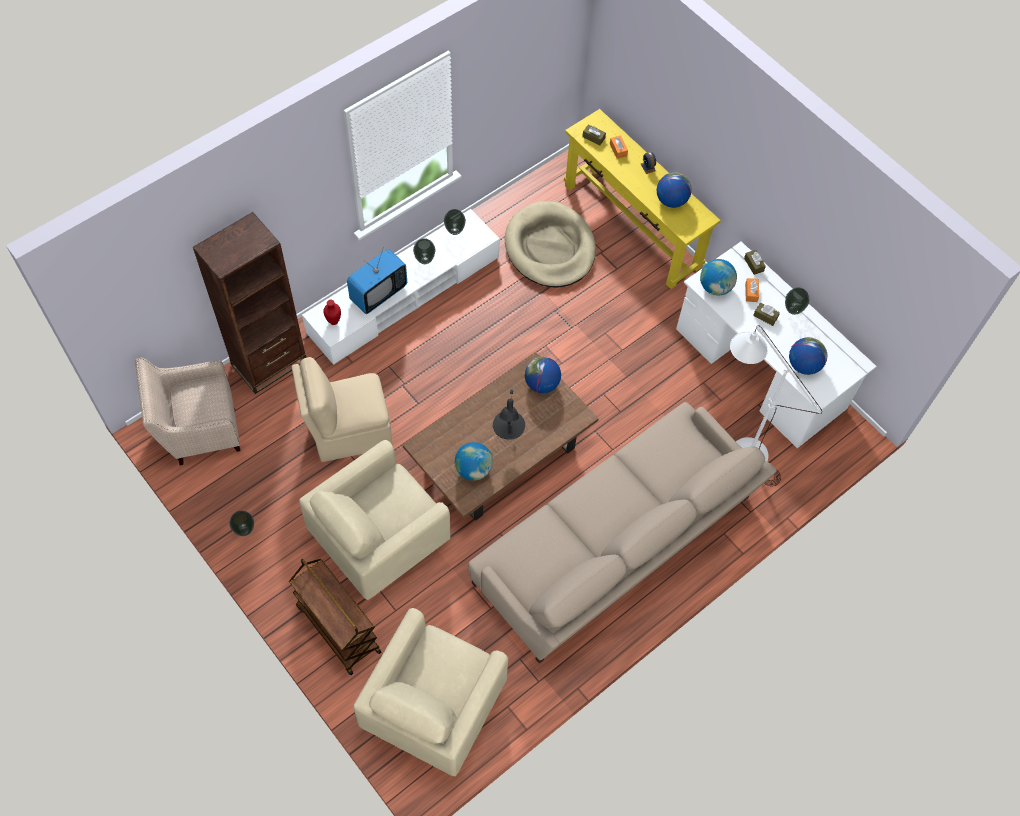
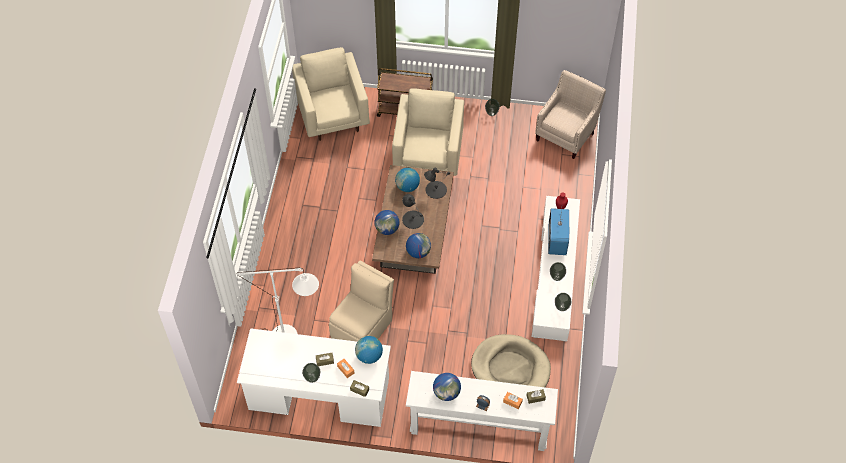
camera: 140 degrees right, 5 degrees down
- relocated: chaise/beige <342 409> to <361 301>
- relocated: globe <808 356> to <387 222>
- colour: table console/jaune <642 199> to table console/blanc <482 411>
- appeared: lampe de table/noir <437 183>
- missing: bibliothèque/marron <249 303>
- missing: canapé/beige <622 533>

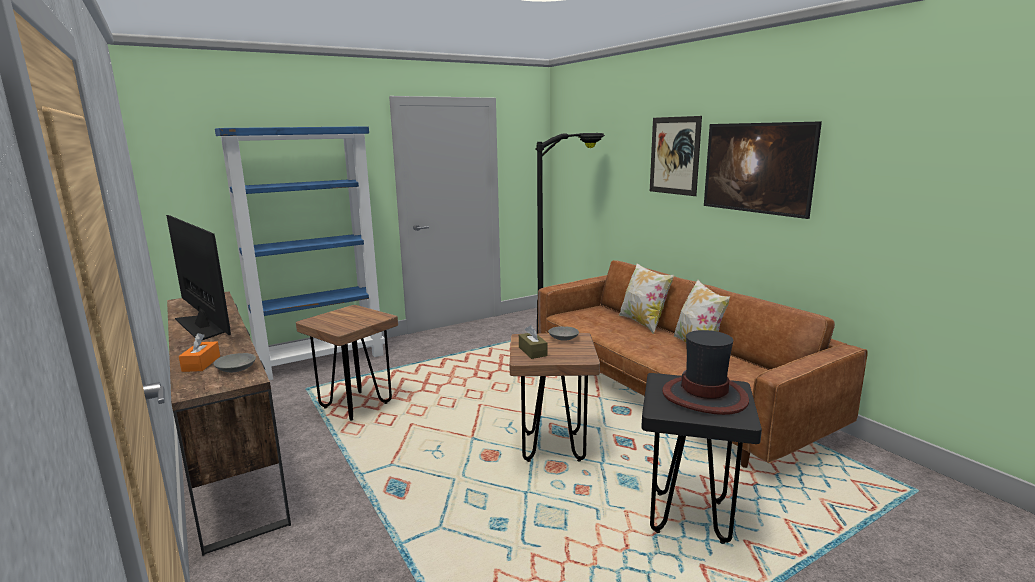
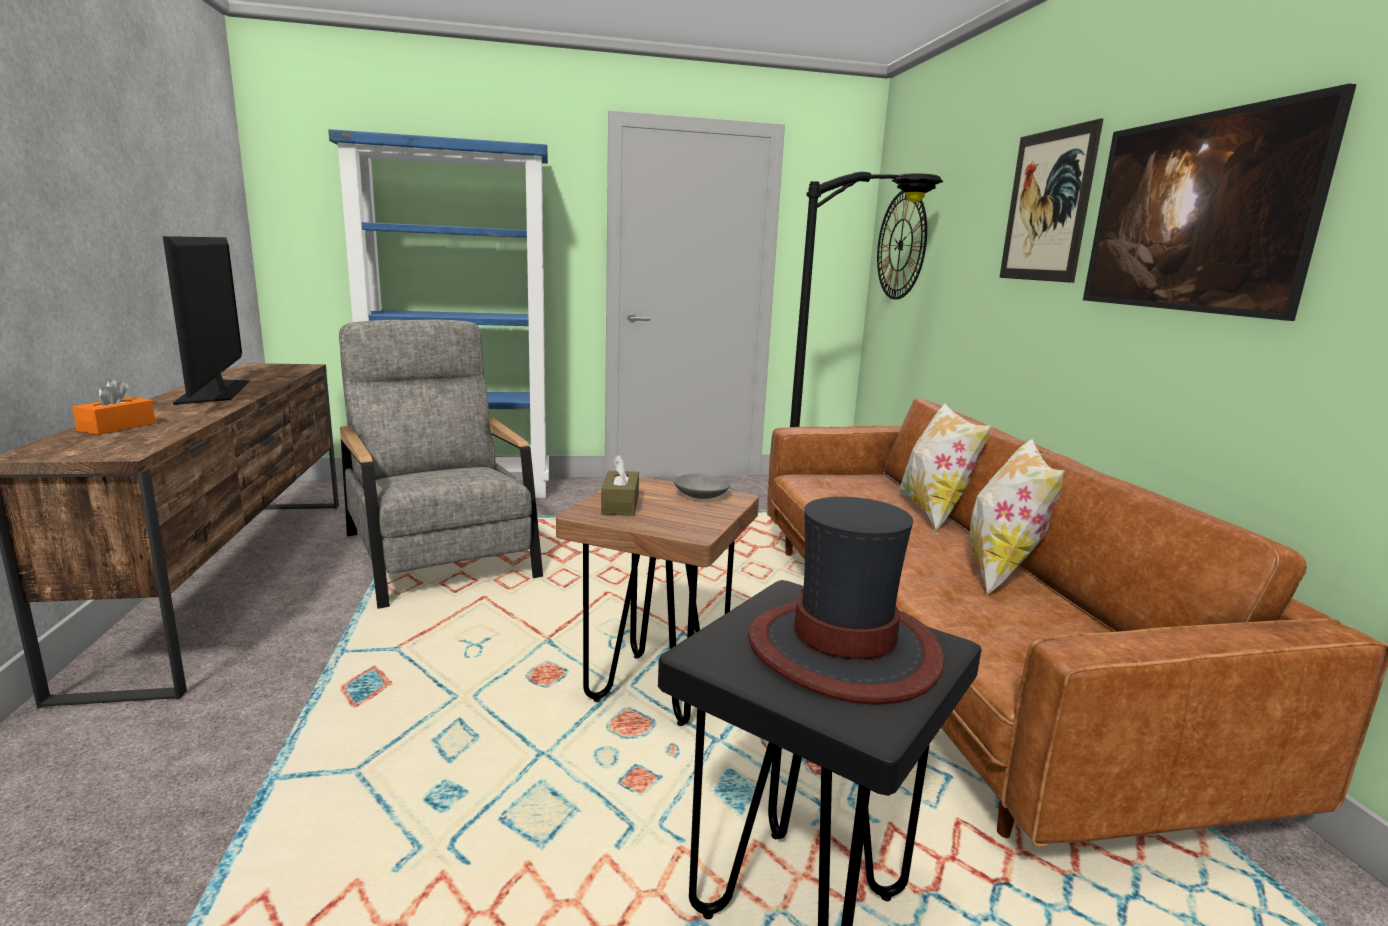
camera: 20 degrees right, 0 degrees up
- exchanged: tabouret/marron <347 363> to fauteuil/gris <441 464>
- appeared: horloge murale <902 245>
- missing: bol/gris <235 362>

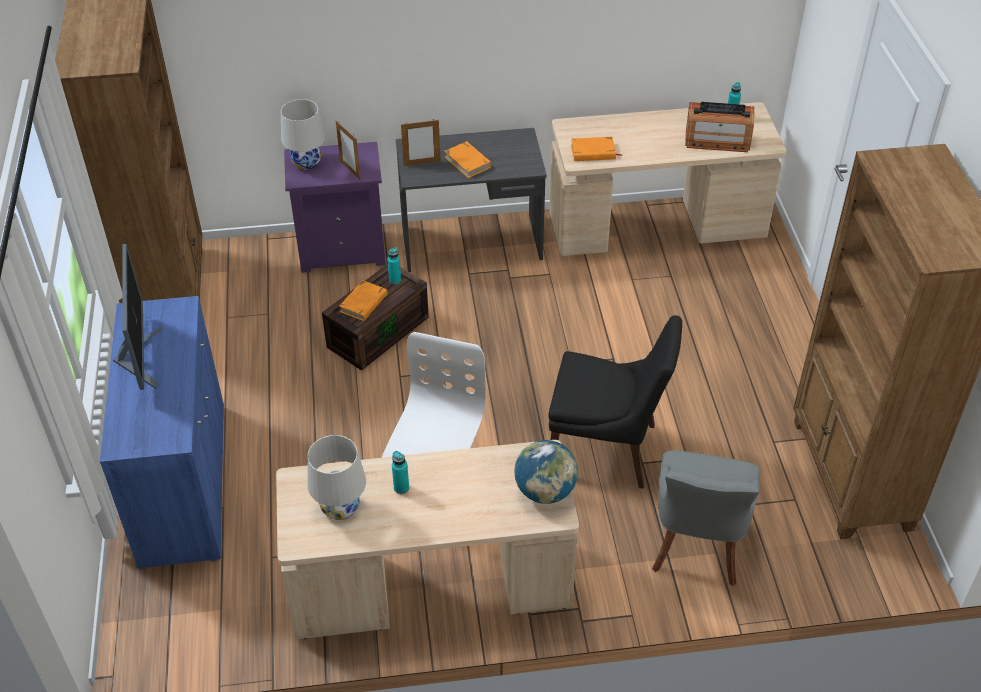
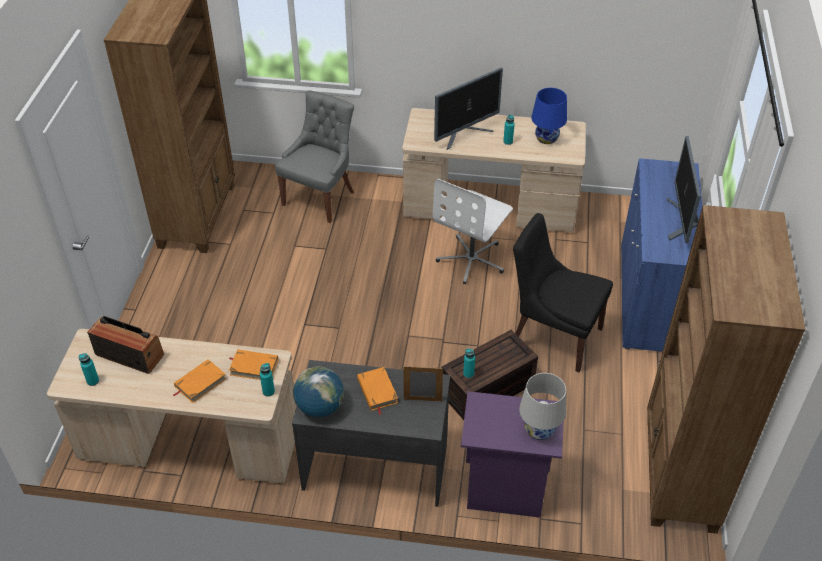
camera: 165 degrees left, 0 degrees up
- relocated: livre/orange <363 300> to <199 381>
- appeared: bouteille/turquoise <267 380>
- relocated: globe <546 472> to <318 392>
- appeared: écran d'ordinateur <468 109>
- relocated: chaise/noir <615 402> to <563 292>
- colour: lampe de table/blanc <336 477> to lampe de table/bleu <549 116>
- missing: cadre photo <348 150>

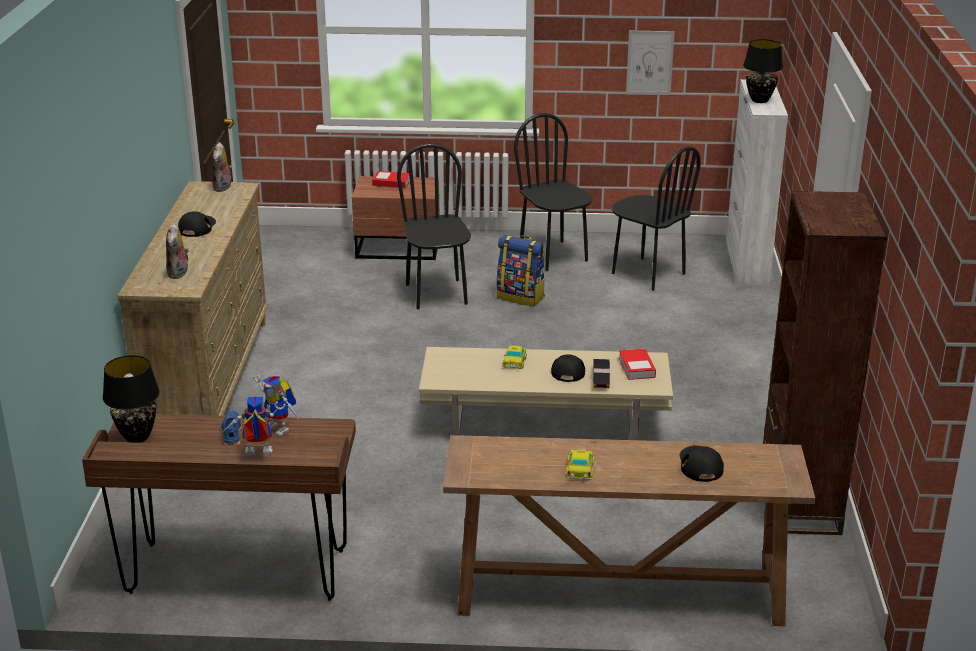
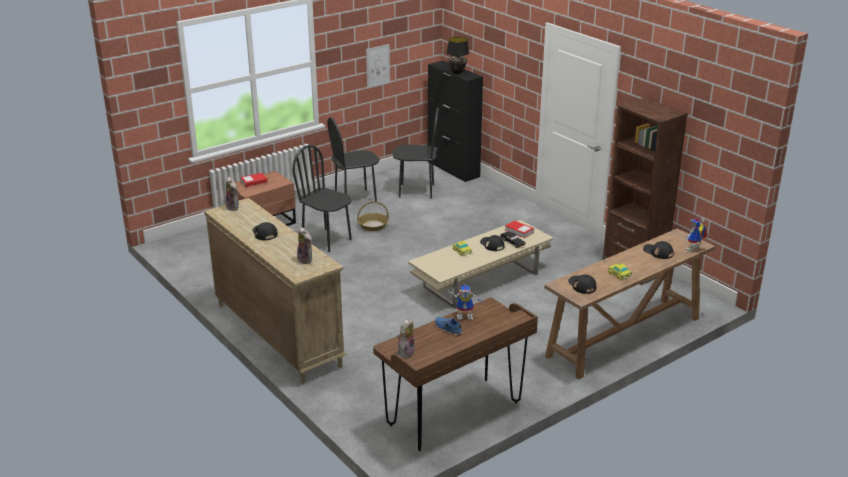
camera: 40 degrees left, 0 degrees up
- spun: chaise/noir <553 192> = <353 162> 45 degrees counterclockwise
- exchanged: sac à dos <520 270> to panier <373 216>
- exchanged: lampe de table/noir <131 399> to peluche <406 339>
- colour: meuble de rangement/blanc <757 182> to meuble de rangement/noir <455 121>
- appeared: casquette/noir <582 284>
- relocated: robot jouet <254 425> to <696 235>

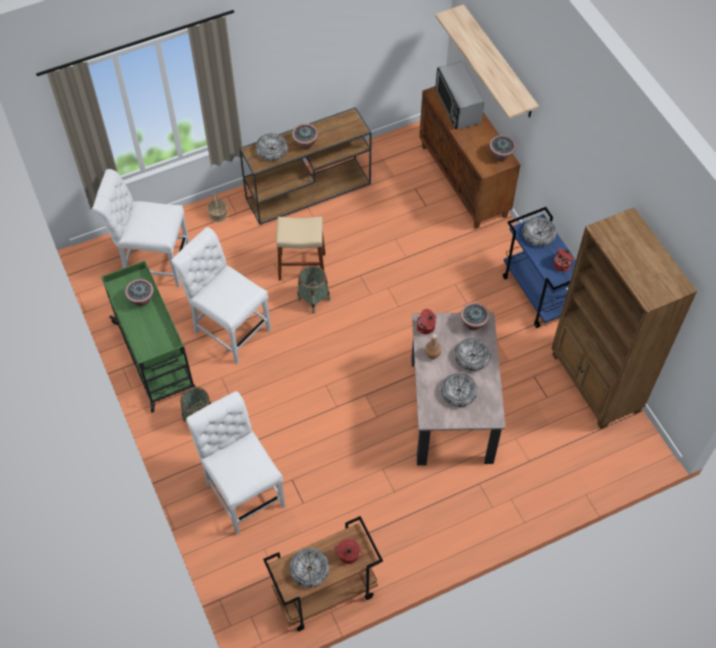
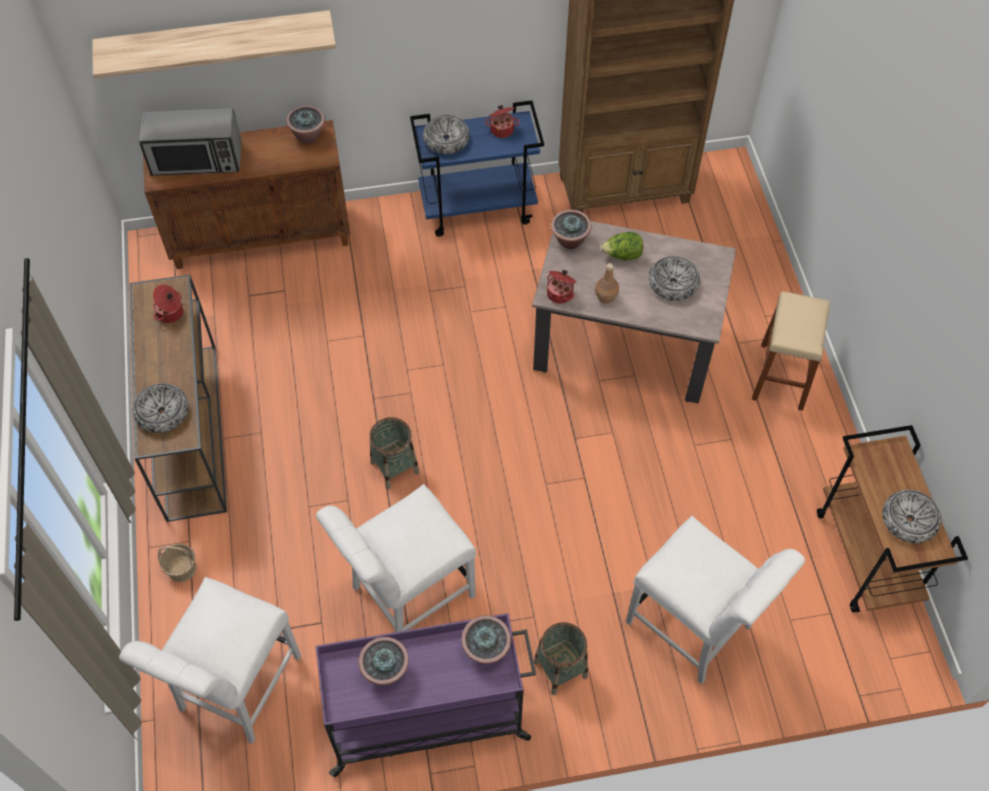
camera: 75 degrees left, 0 degrees up
- relocated: marmite <348 551> to <168 304>
- colour: chariot/vert <148 337> to chariot/violet <425 695>
- relocated: plante en pot <305 136> to <486 639>
- exchanged: bol <472 354> to laitue <621 246>
- spun: chaise/blanc <235 463> = <715 600> 120 degrees counterclockwise
- relocated: tabouret/beige <300 249> to <791 351>

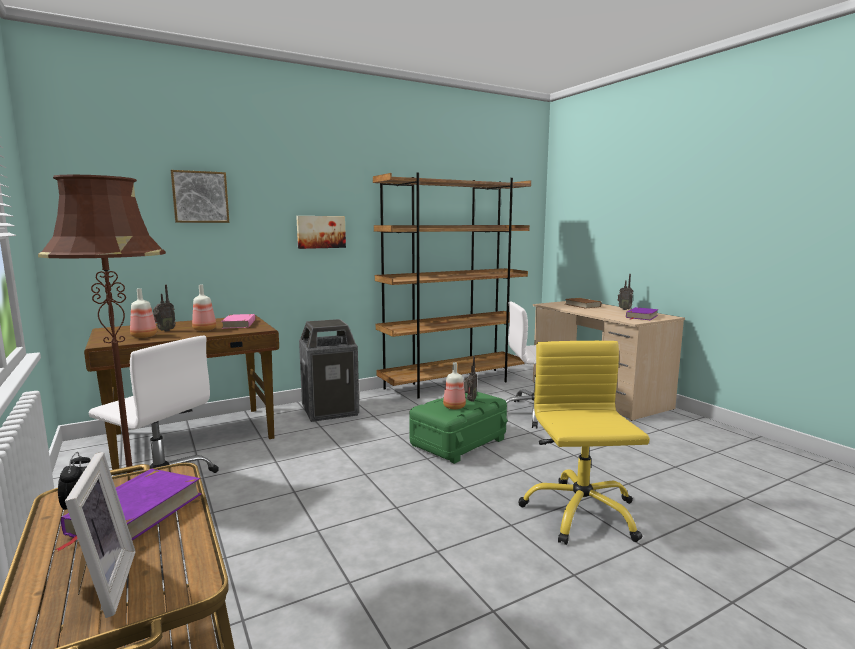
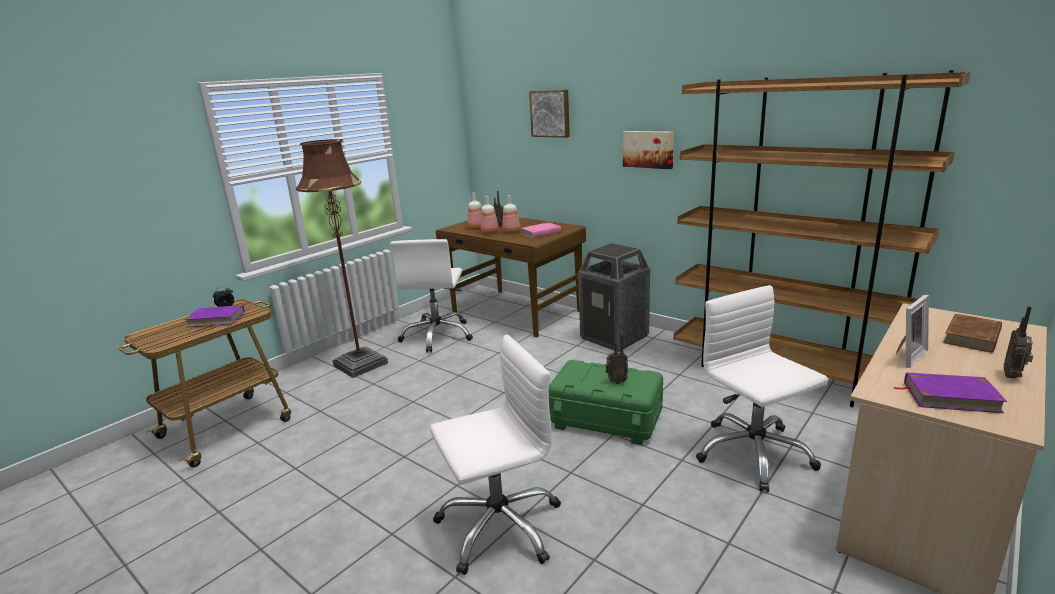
camera: 70 degrees right, 10 degrees up
- colour: chaise de bureau/jaune <584 443> to chaise de bureau/blanc <495 454>
- relocated: bouteille <454 386> to <490 215>
- relocated: cadre photo <100 535> to <912 331>

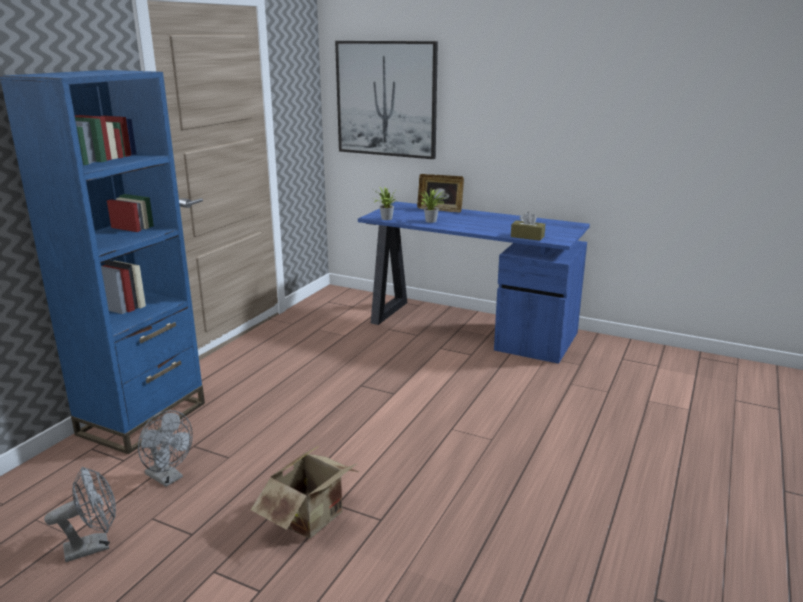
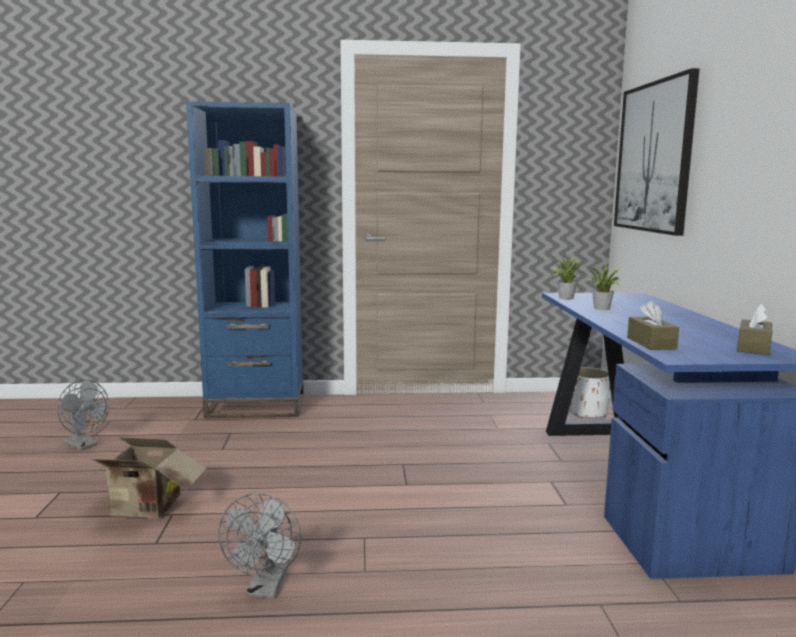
camera: 60 degrees right, 10 degrees down
- relocated: ventilateur/gris <165 448> to <259 545>
- appeared: cache-pot/blanc <589 392>
- appeared: boîte à mouchoirs/marron <754 329>
- missing: cadre photo <440 193>

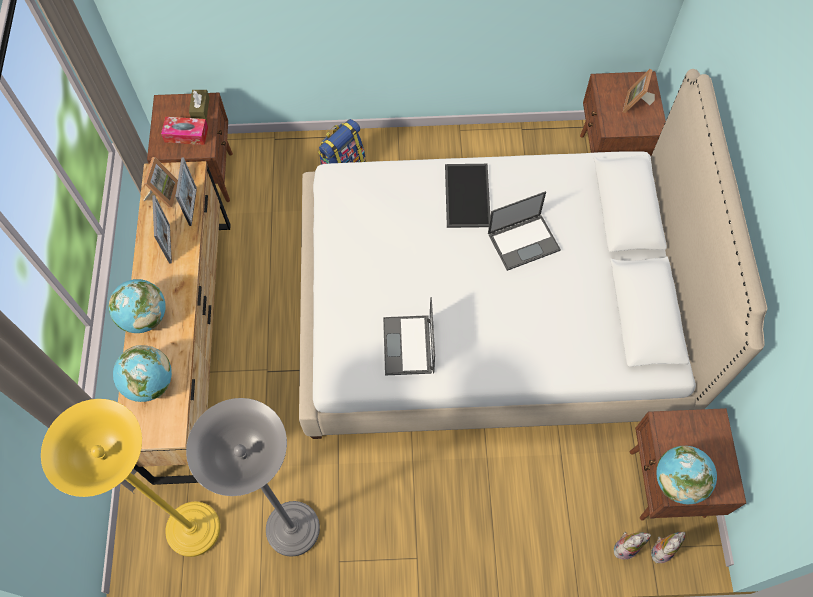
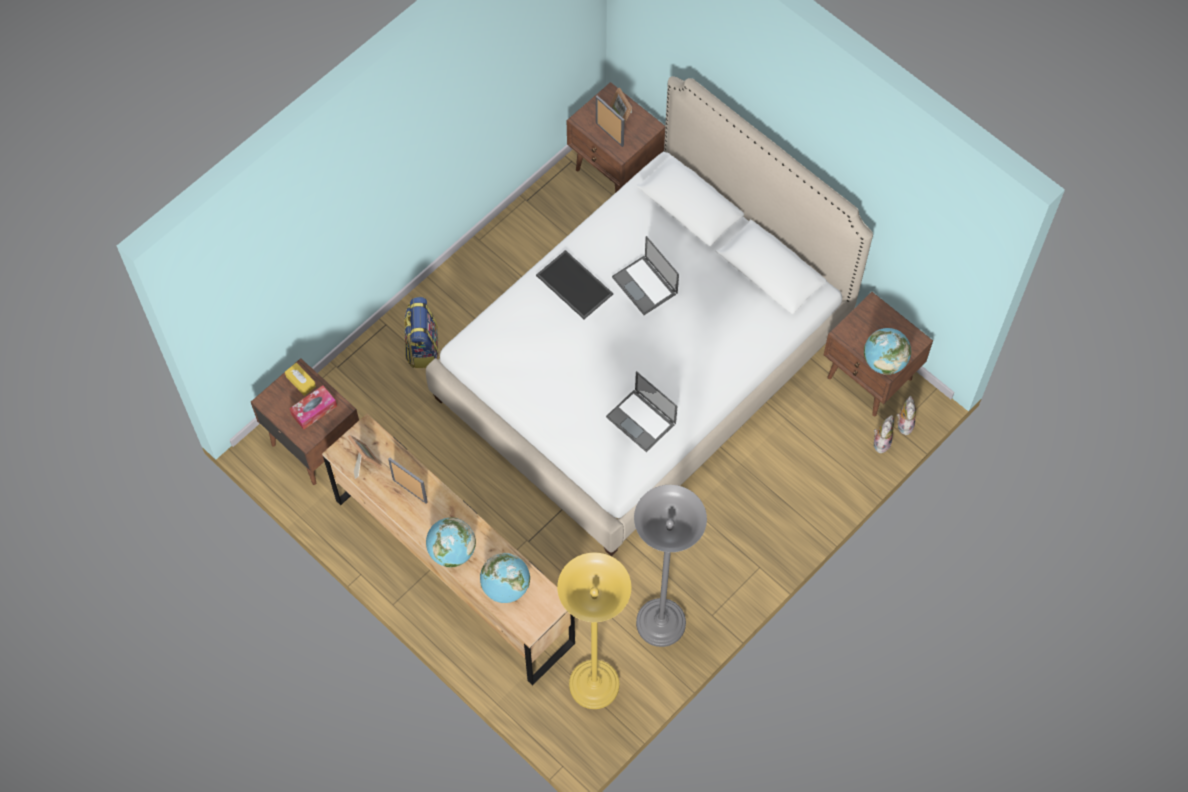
camera: 45 degrees left, 0 degrees up
- colour: boîte à mouchoirs/marron <199 105> to boîte à mouchoirs/jaune <300 379>
- relocated: cadre photo <186 191> to <610 121>
- spun: ordinateur portable <524 231> = <645 275> 120 degrees clockwise

